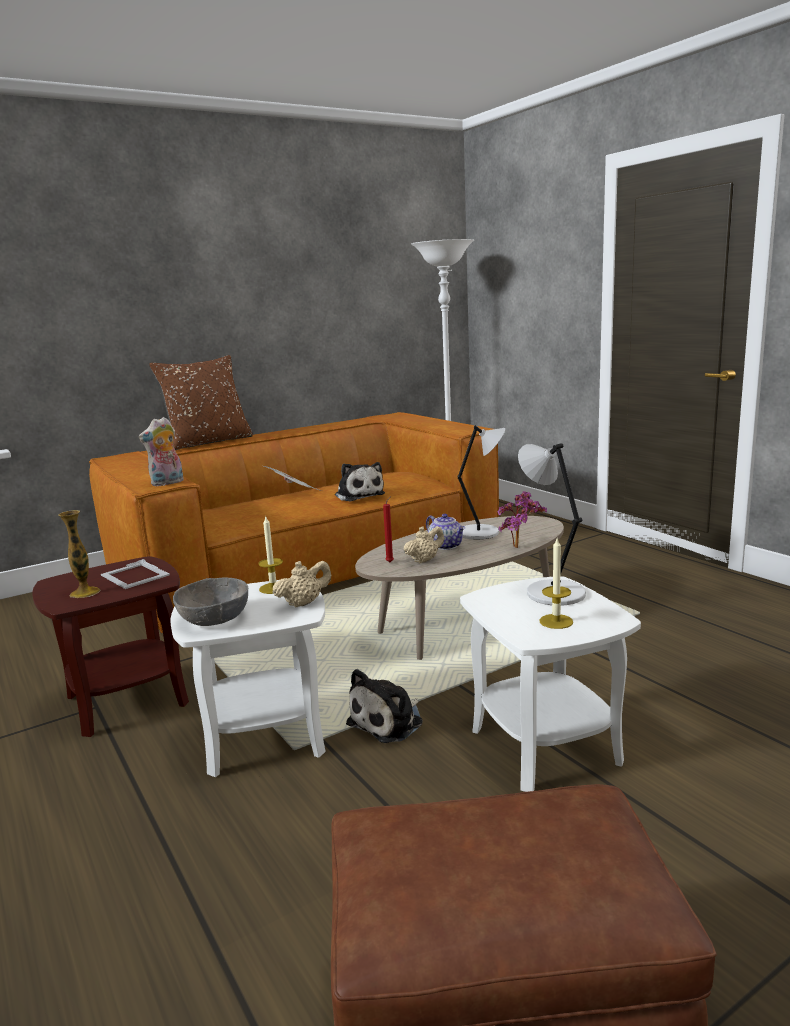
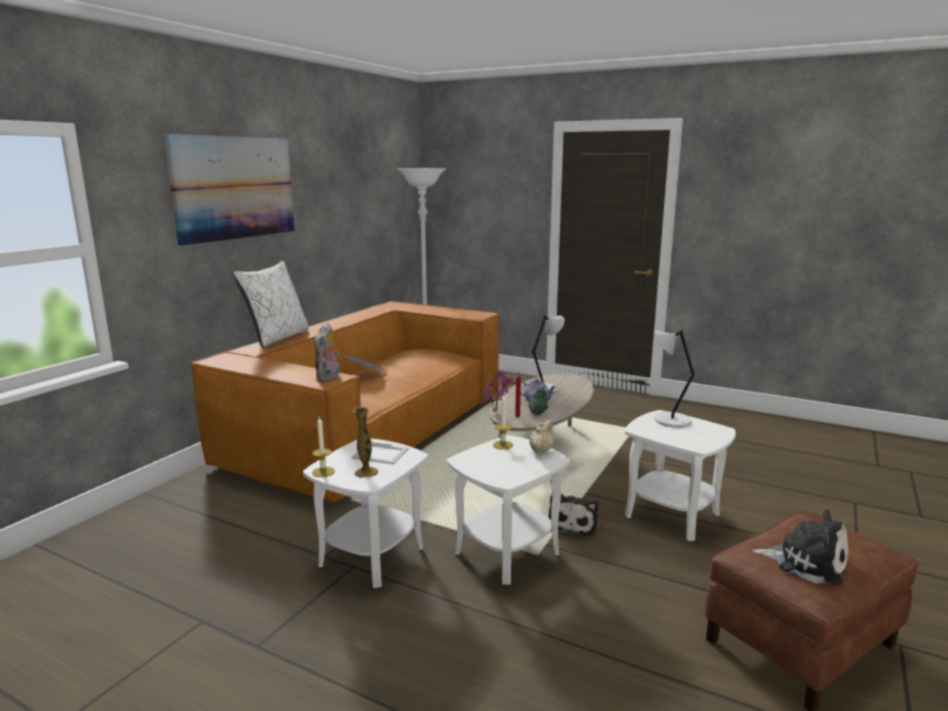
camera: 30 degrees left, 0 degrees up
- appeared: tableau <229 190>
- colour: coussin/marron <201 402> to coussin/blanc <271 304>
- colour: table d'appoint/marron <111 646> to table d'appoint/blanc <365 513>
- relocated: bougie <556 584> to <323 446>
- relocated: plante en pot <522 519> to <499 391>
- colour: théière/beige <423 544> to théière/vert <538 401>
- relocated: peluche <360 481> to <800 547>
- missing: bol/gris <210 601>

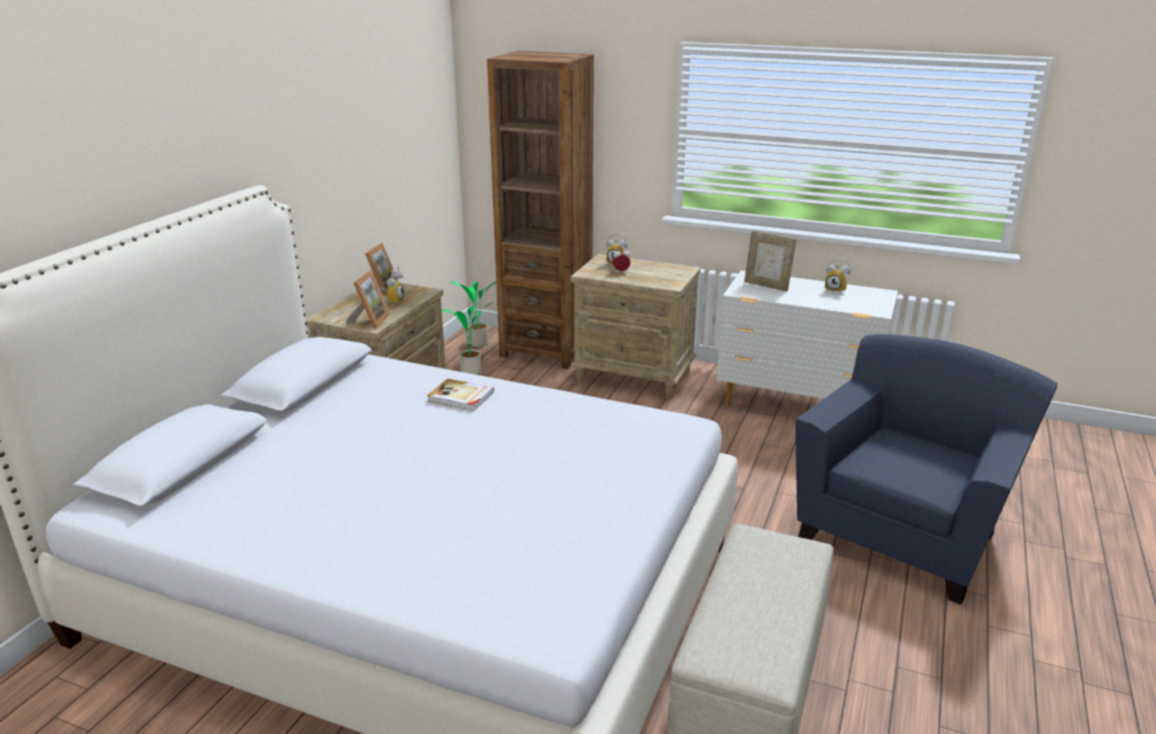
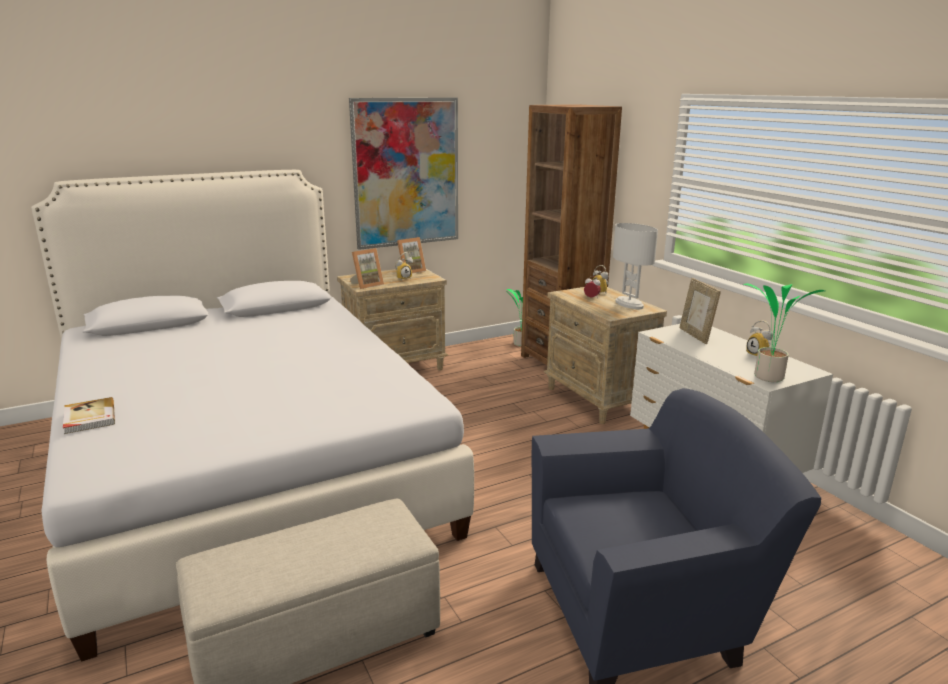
camera: 40 degrees right, 5 degrees down
- relocated: livre <460 394> to <89 415>
- appeared: tableau <403 174>
- appeared: lampe de table/blanc <635 266>
- relocated: plante en pot <467 339> to <784 332>

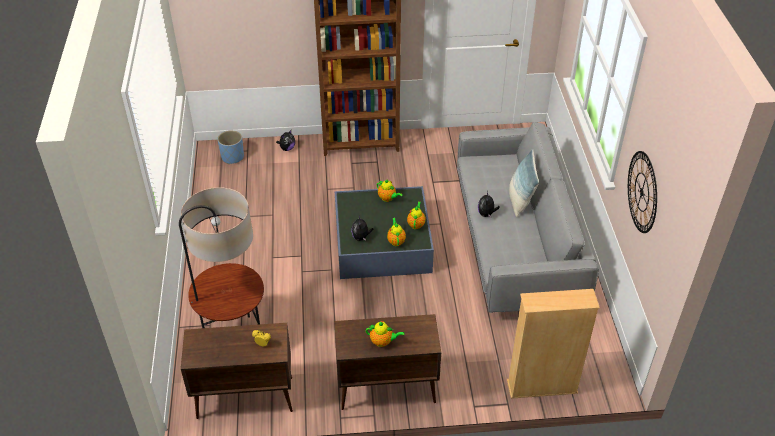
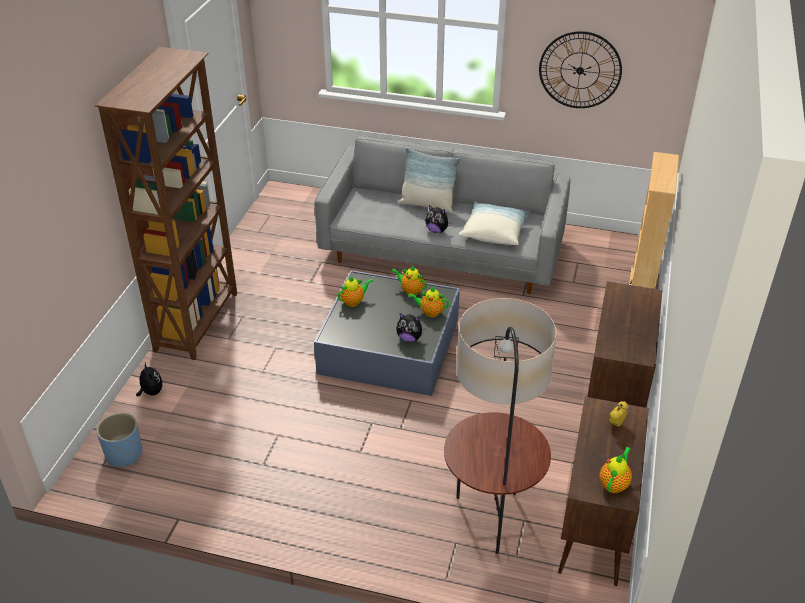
camera: 70 degrees left, 5 degrees down
- appeared: coussin <494 223>
- relocated: théière <385 334> to <616 470>

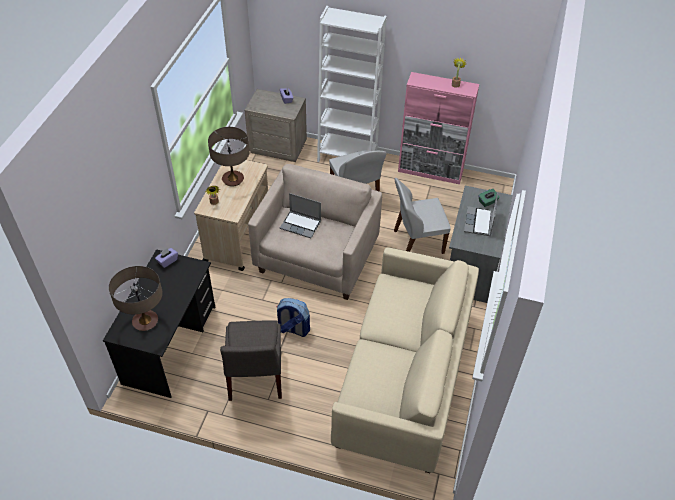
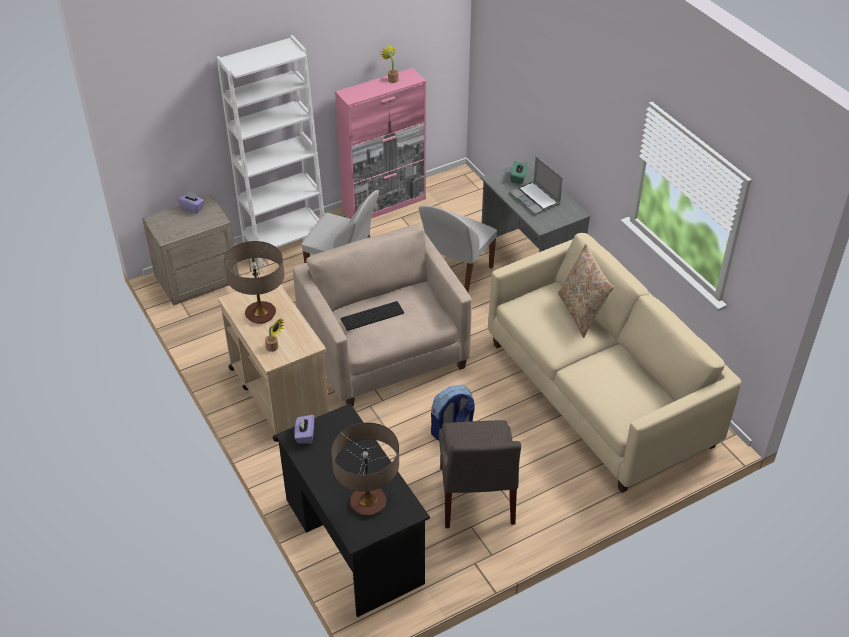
camera: 45 degrees left, 5 degrees down
- exchanged: ordinateur portable <300 215> to clavier <372 316>
- spun: chaise/gris <251 360> = <480 474> 45 degrees clockwise
- appeared: coussin/beige <586 291>

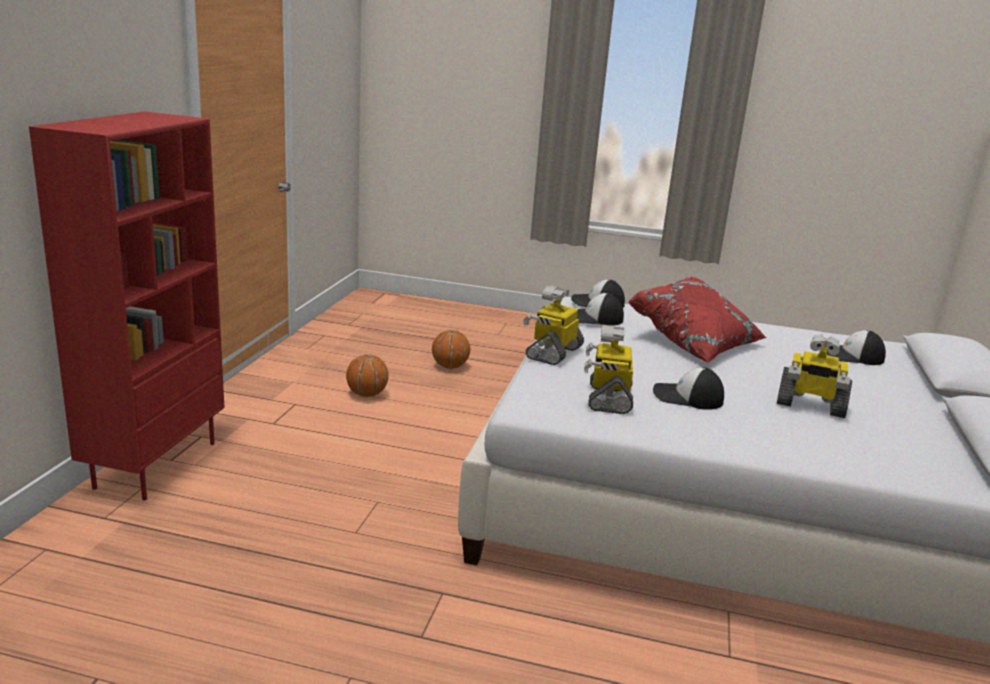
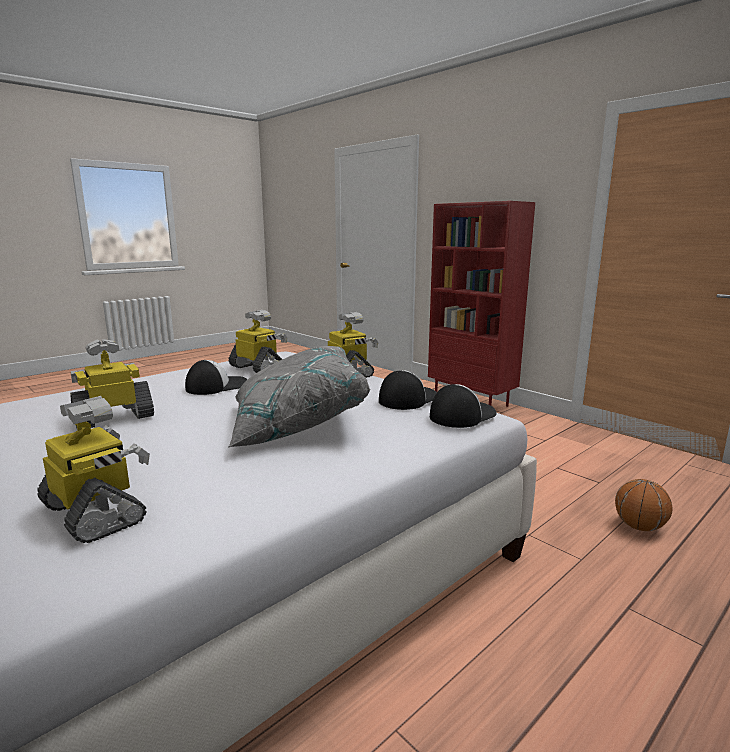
camera: 125 degrees right, 5 degrees down
- exchanged: casquette <856 347> to robot jouet <93 469>
- colour: coussin/rouge <697 320> to coussin/gris <299 397>
- missing: ballon de basket <367 375>

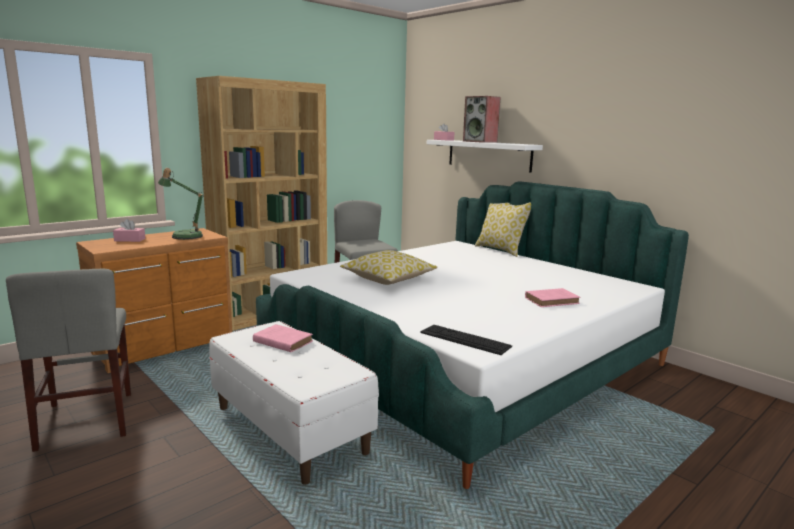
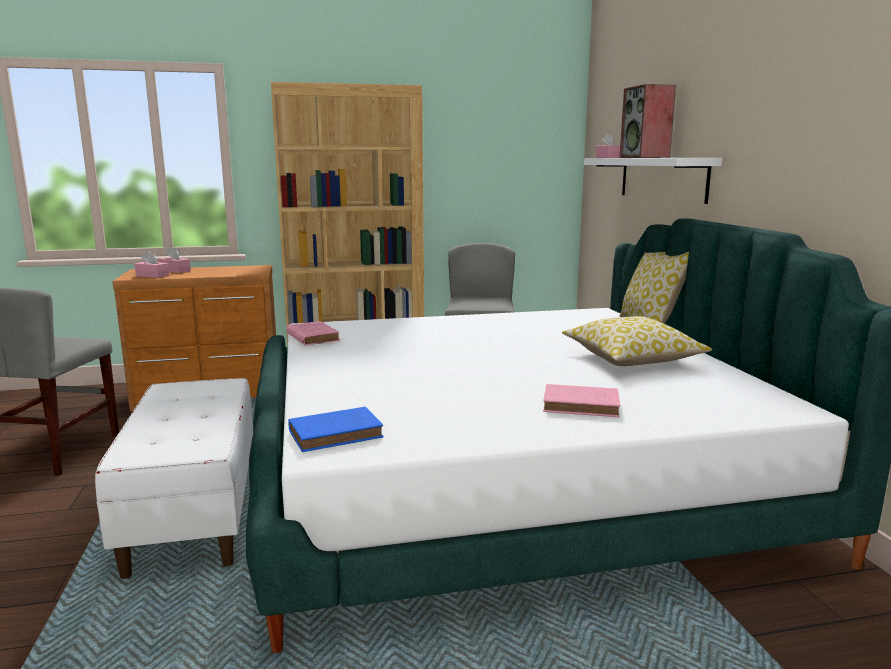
camera: 30 degrees right, 0 degrees up
- appeared: boîte à mouchoirs/rose <151 264>
- relocated: livre/rose <283 338> to <313 333>
- exchanged: clavier <466 340> to livre/bleu <336 429>
- relocated: coussin <389 267> to <637 341>
- missing: lampe de table <181 204>

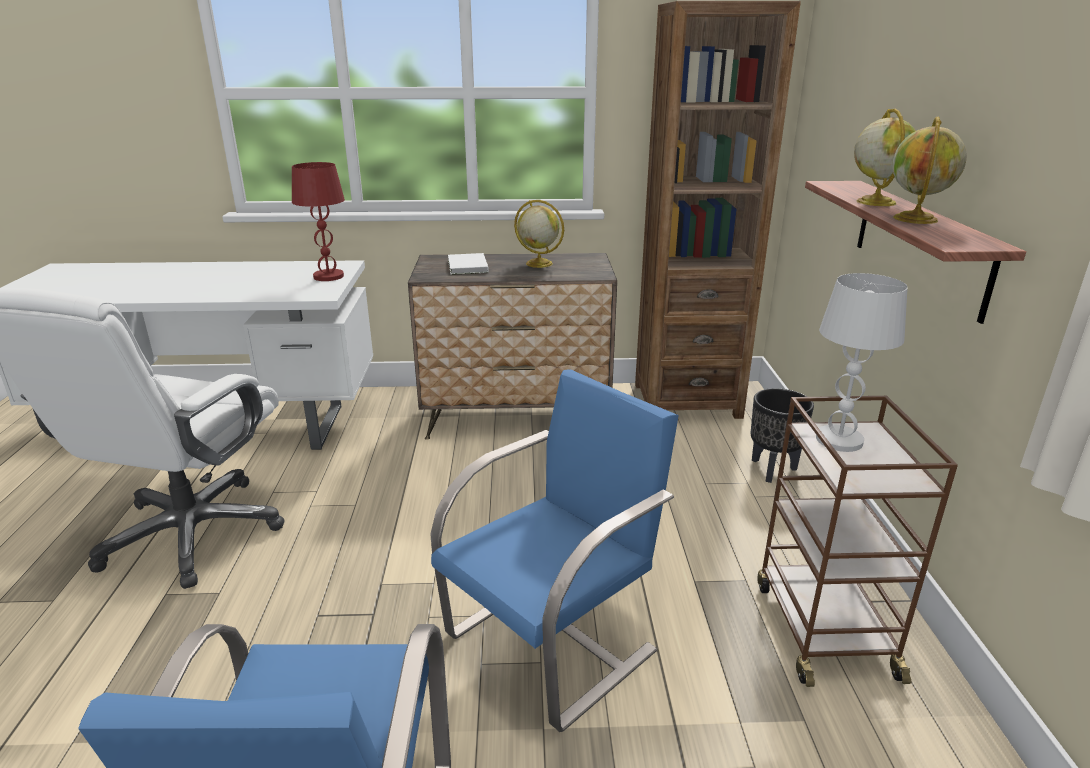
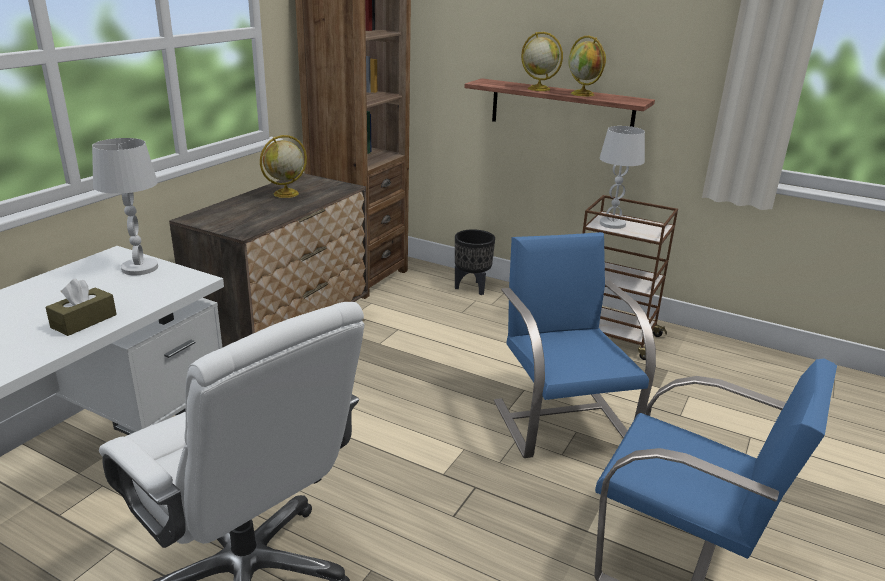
camera: 60 degrees left, 0 degrees up
- appeared: boîte à mouchoirs/marron <81 307>
- colour: lampe de table/rouge <318 221> to lampe de table/blanc <125 206>
- missing: livre/blanc <468 264>

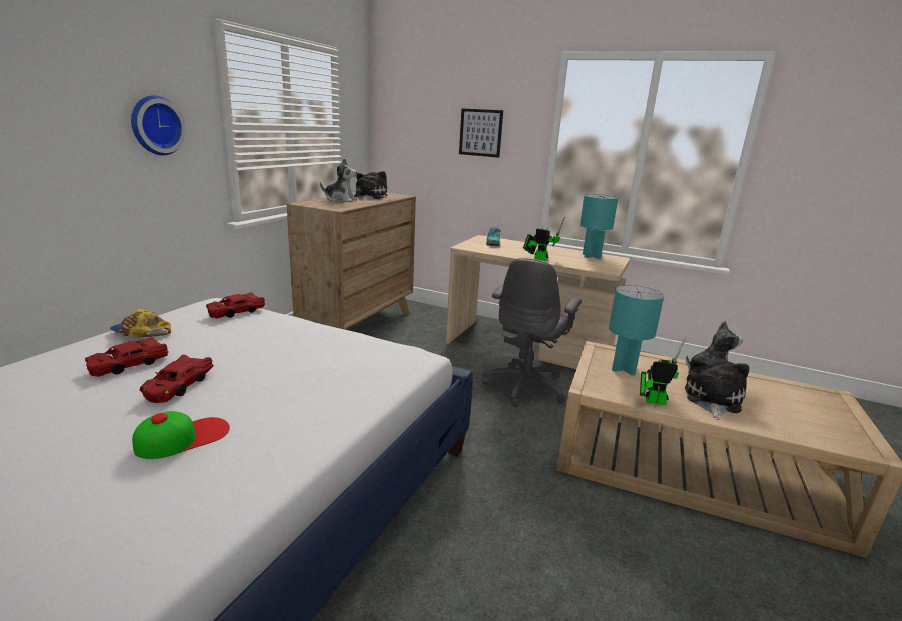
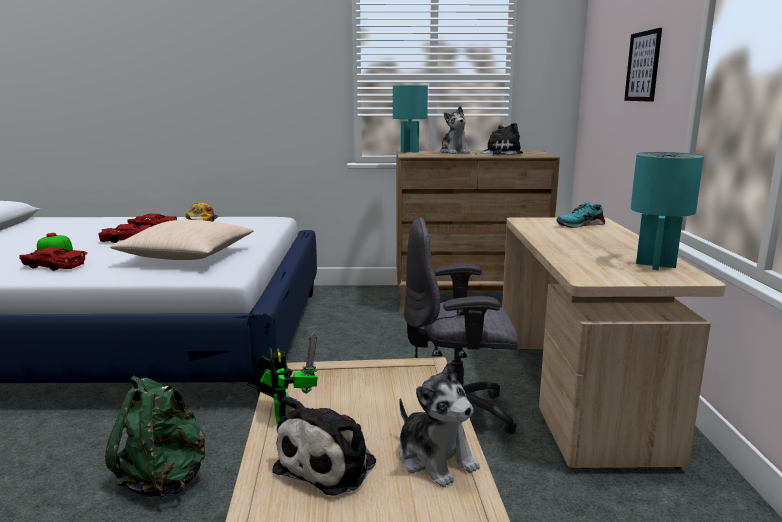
camera: 65 degrees right, 5 degrees down
- relocated: petite voiture/rouge <235 305> to <52 259>
- appeared: sac à dos/vert <155 436>
- appeared: coussin/beige <181 240>
- spun: peluche <717 389> = <324 445> 120 degrees clockwise
- relocated: lampe de table/turquoise <636 330> to <410 119>
- missing: horloge murale <158 125>
- missing: robot jouet <544 239>

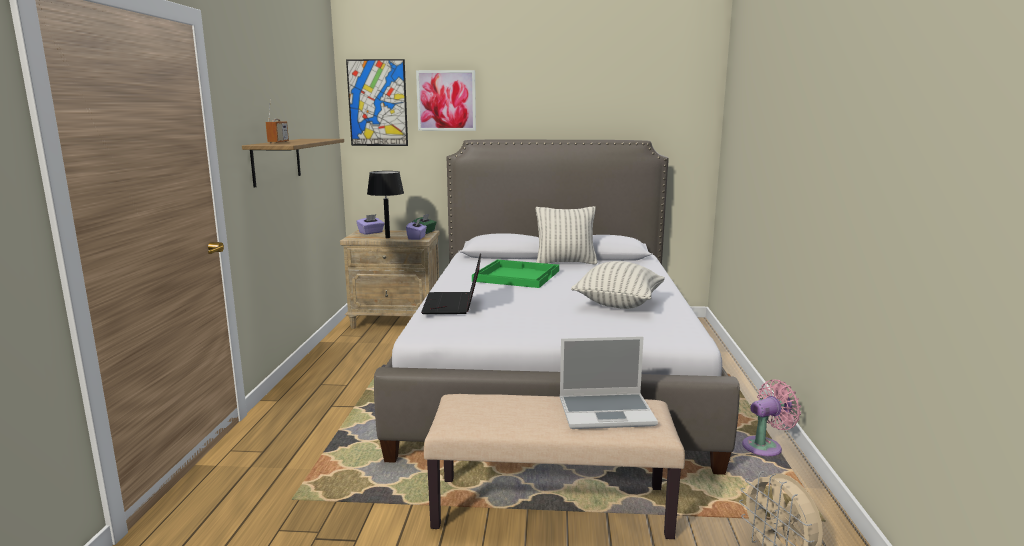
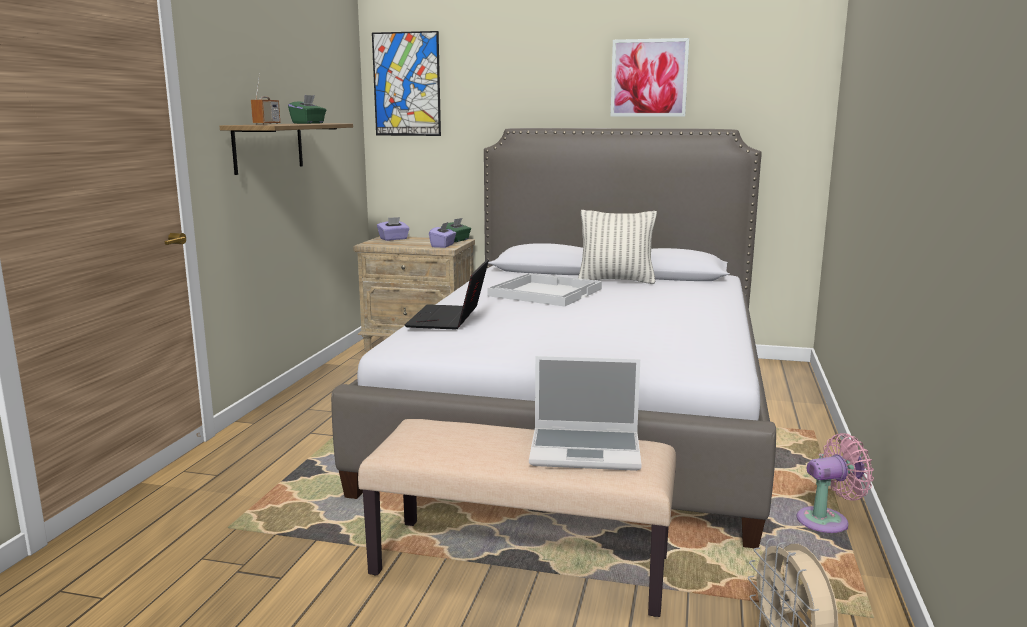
camera: 10 degrees right, 0 degrees up
- appeared: boîte à mouchoirs/vert <307 109>
- colour: plateau/vert <515 273> to plateau/blanc <544 290>
- relocated: tableau <446 100> to <650 77>
- missing: lampe de table/noir <385 204>
- missing: coussin <618 285>

